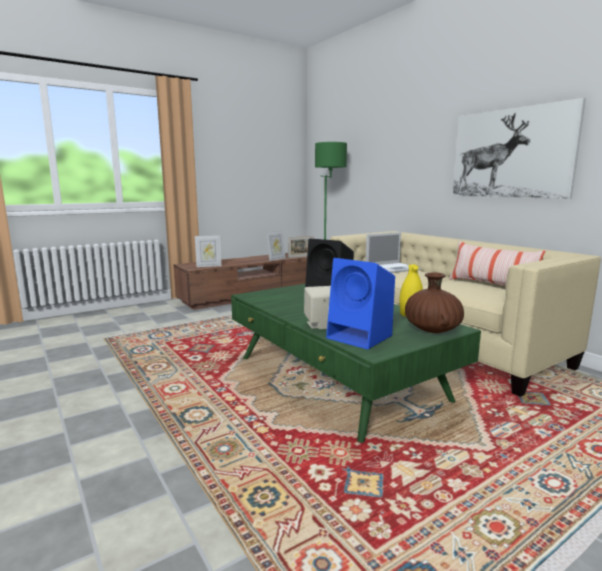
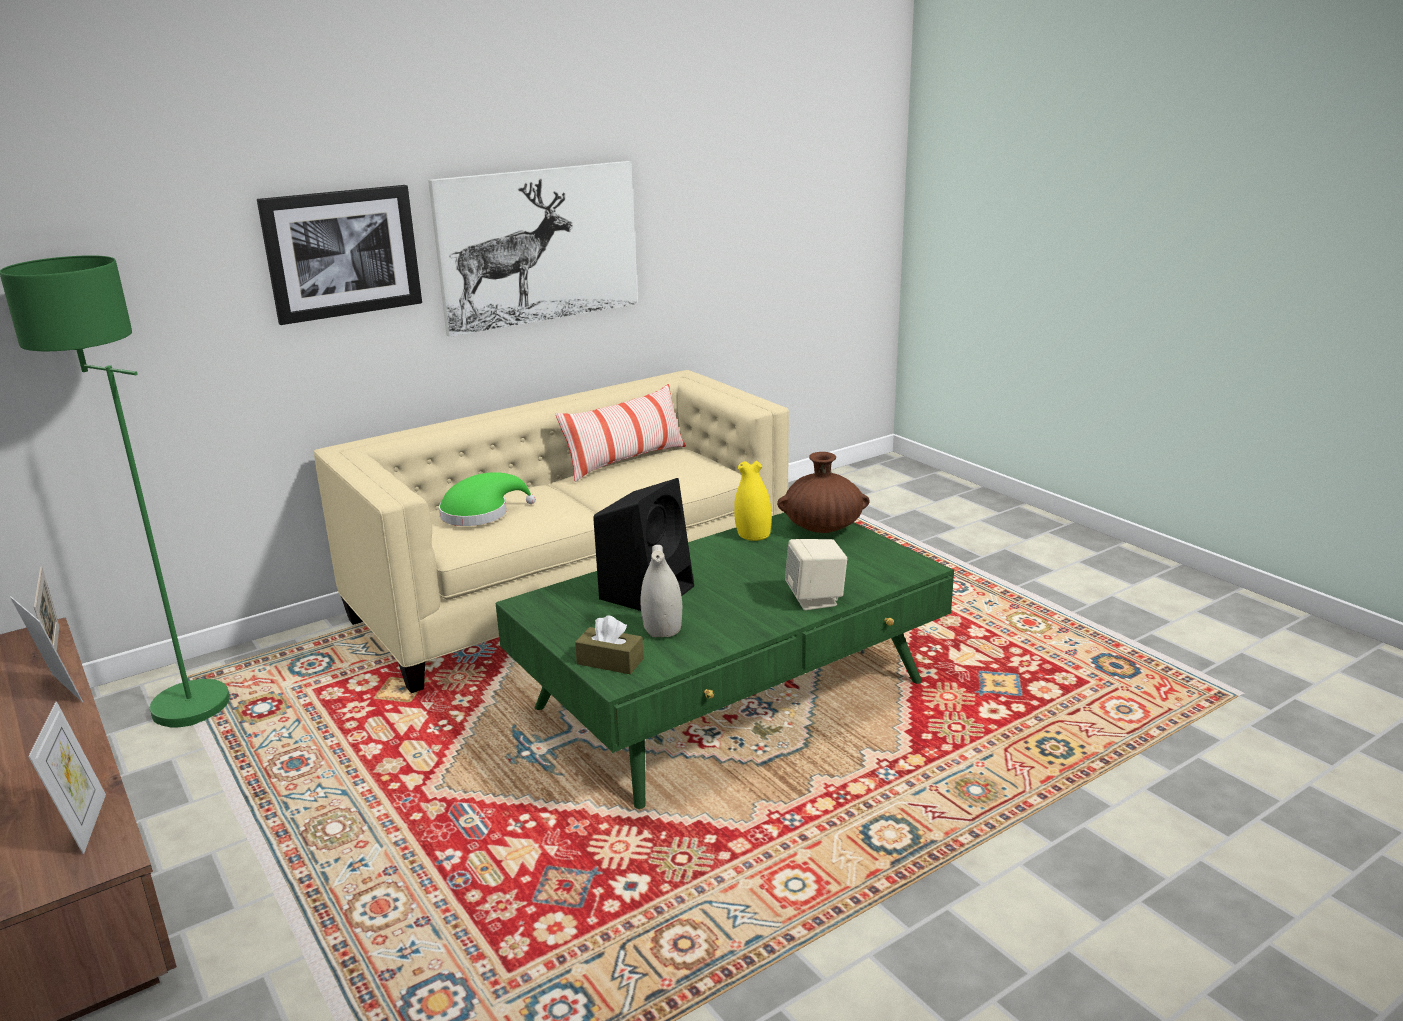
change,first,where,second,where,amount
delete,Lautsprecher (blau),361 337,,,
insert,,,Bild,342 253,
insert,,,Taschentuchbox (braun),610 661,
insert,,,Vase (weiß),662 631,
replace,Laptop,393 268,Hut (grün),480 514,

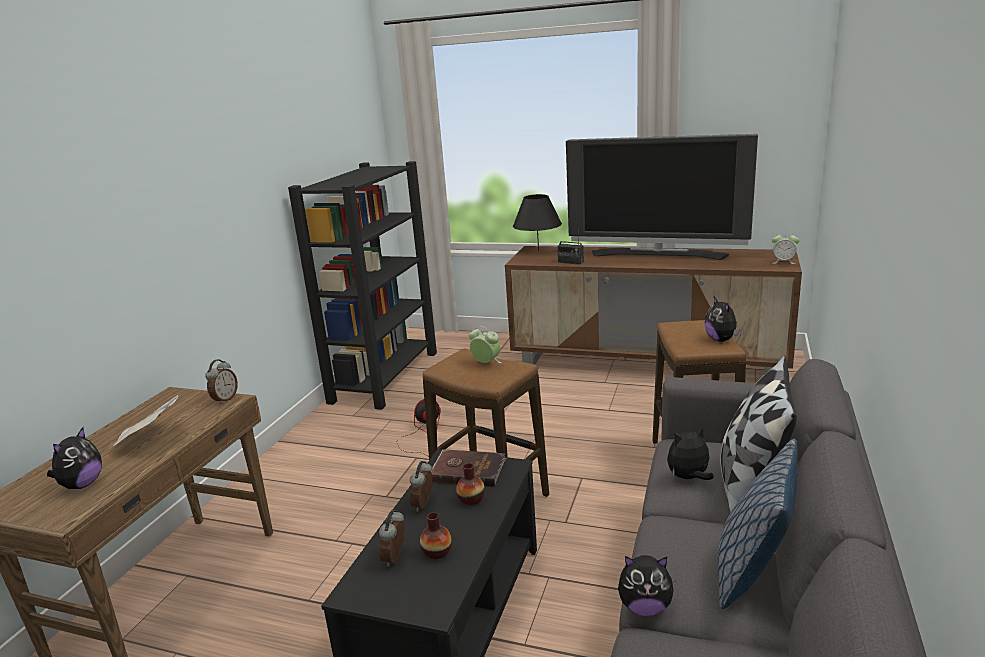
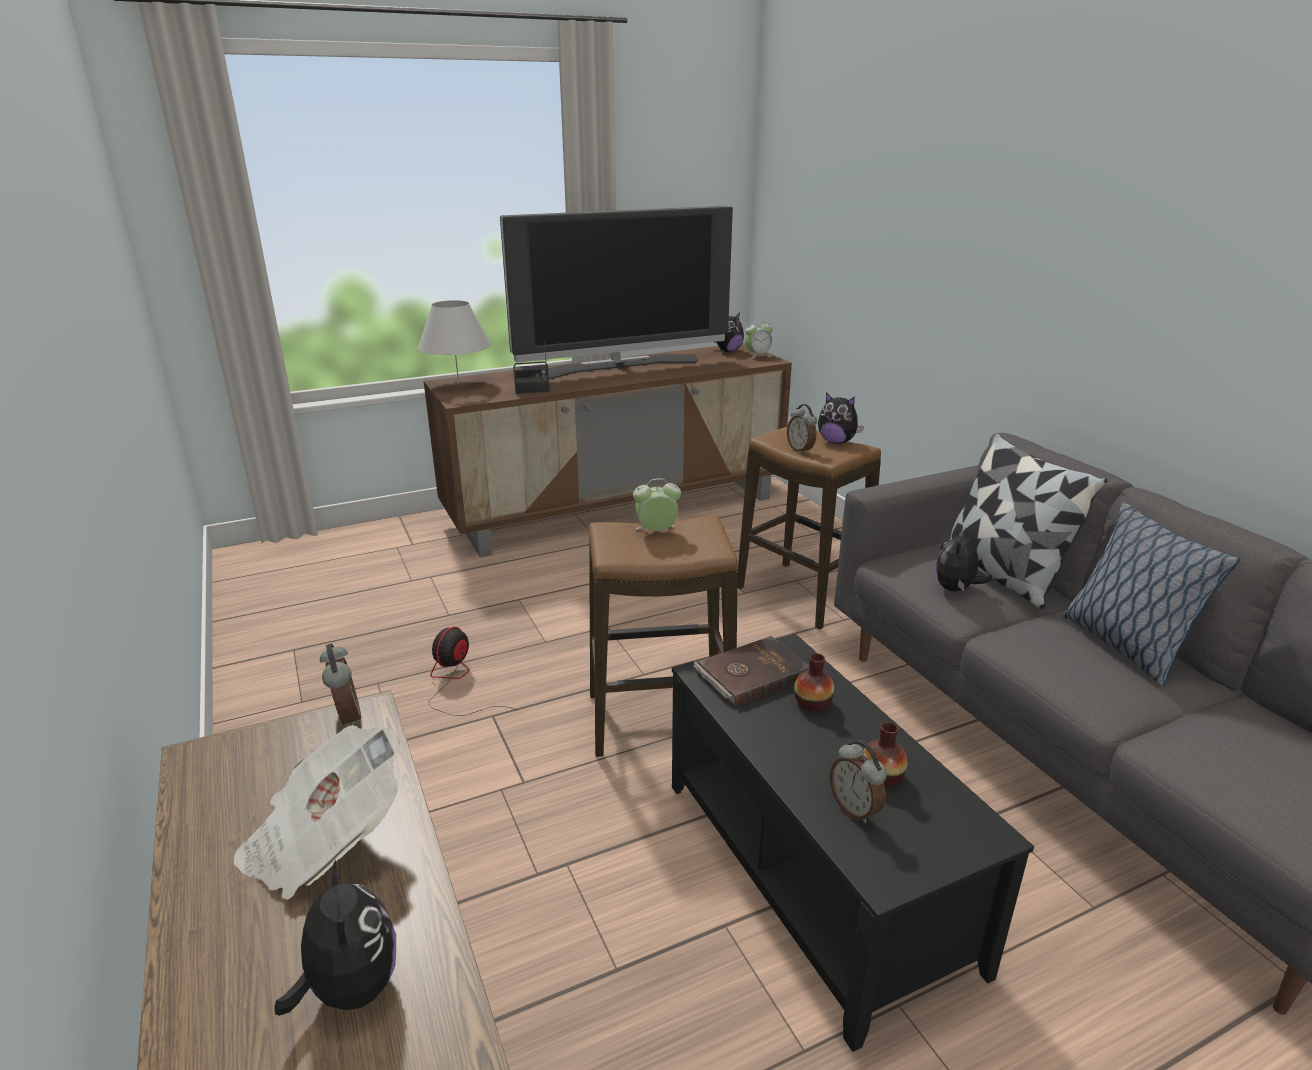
change,first,where,second,where,amount
delete,Bücherregal (schwarz),385 377,,,
move,Wecker,424 505,,801 450,
move,Plüschtier,645 607,,728 351,
recolor,Tischlampe (schwarz),538 251,Tischlampe (weiß),458 384,

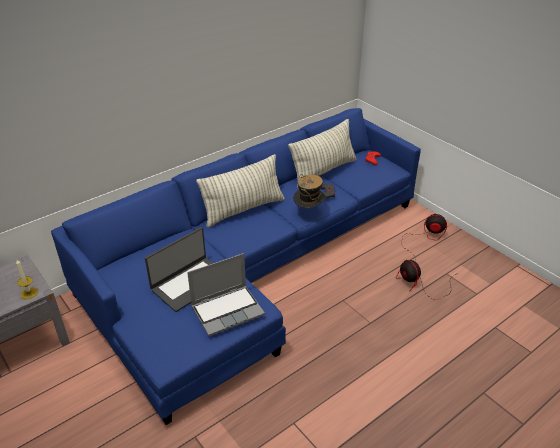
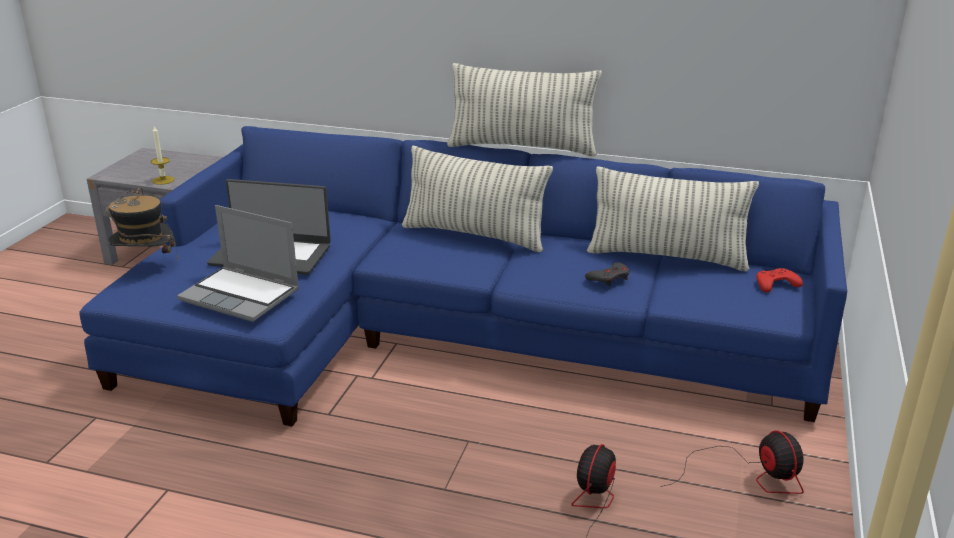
change,first,where,second,where,amount
insert,,,Kissen,522 148,
move,Hut,309 212,,146 265,

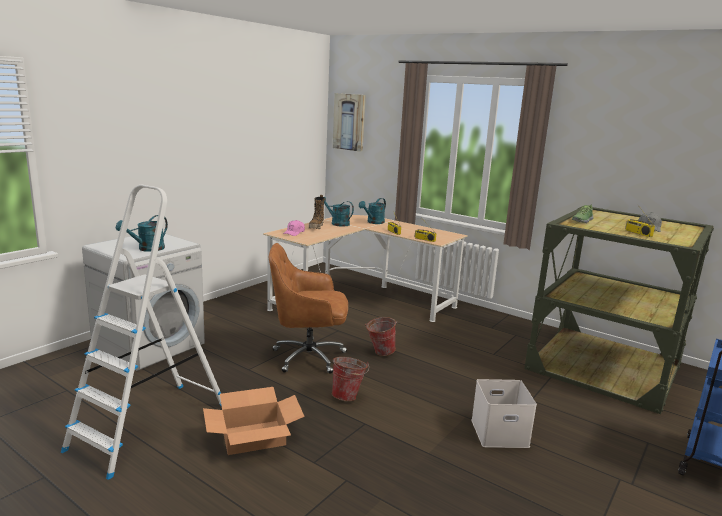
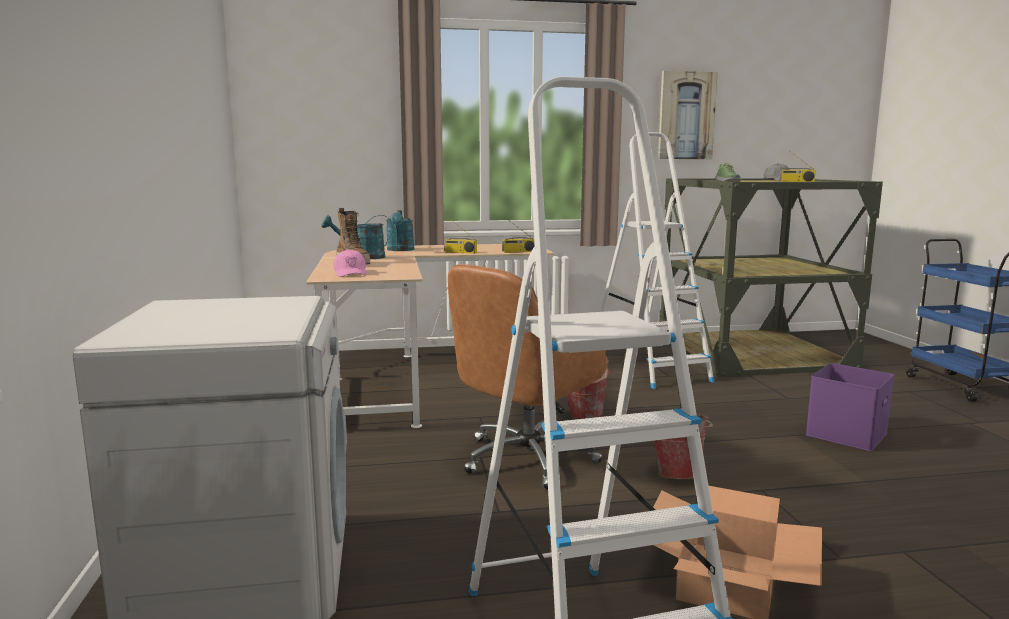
change,first,where,second,where,amount
delete,Gießkanne (türkis),147 249,,,
insert,,,Trittleiter (weiß),648 365,
move,Bild,349 122,,686 116,
recolor,Aufbewahrungsbox (weiß),500 432,Aufbewahrungsbox (lila),845 433,

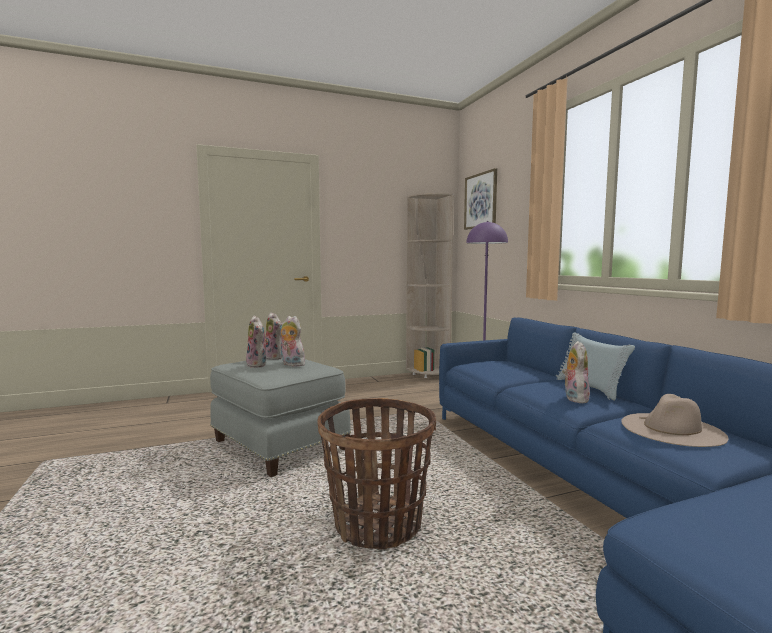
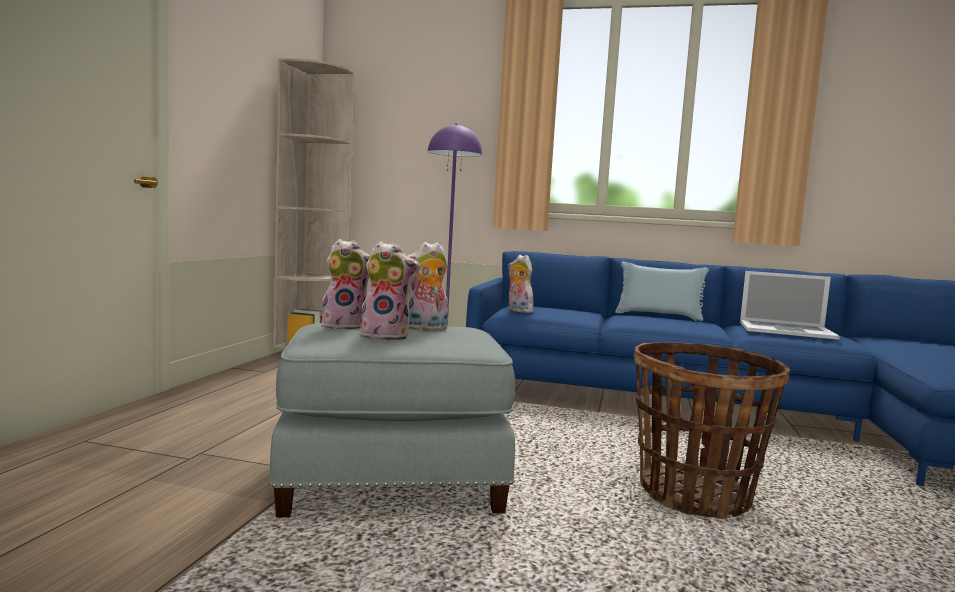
change,first,where,second,where,amount
delete,Bild,481 200,,,
move,Plüschtier,574 398,,517 310,
replace,Hut (beige),672 429,Laptop,786 330,

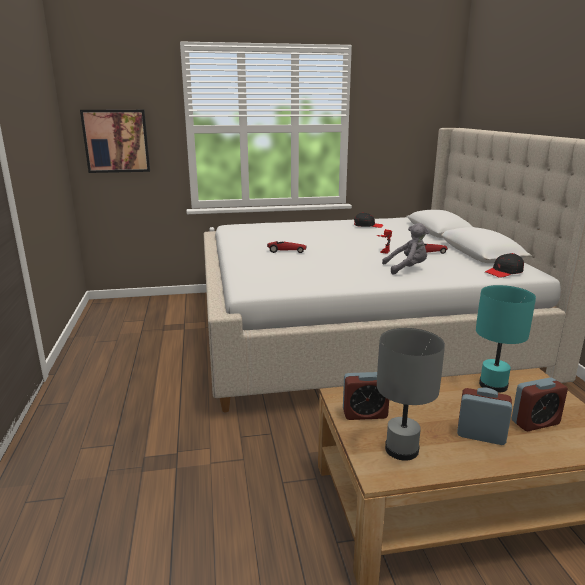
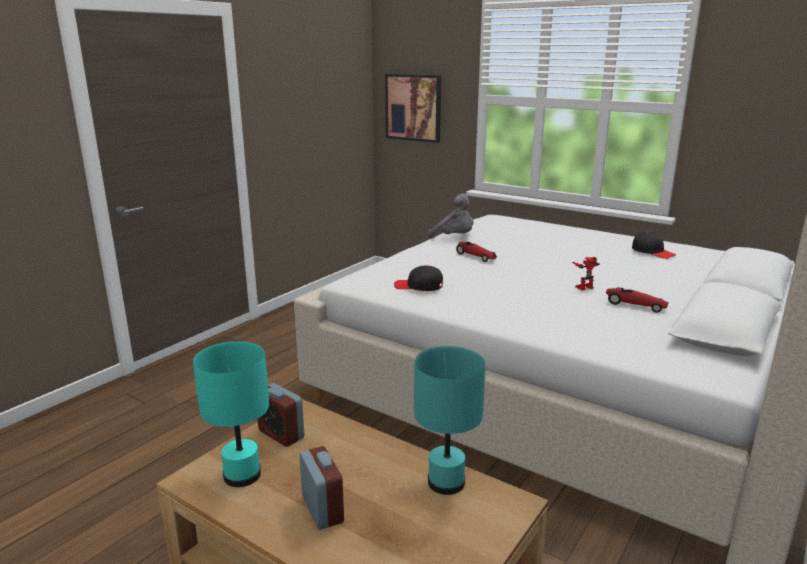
change,first,where,second,where,amount
delete,Wecker,535 422,,,
move,Plüschtier (grau),407 269,,454 237,
move,Kappe (schwarz),504 272,,419 286,
recolor,Tischlampe (grau),402 449,Tischlampe (türkis),243 475,

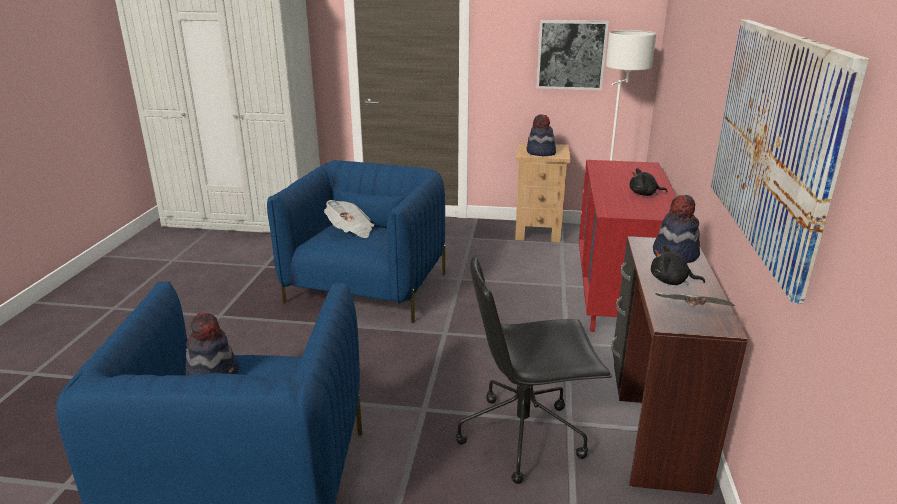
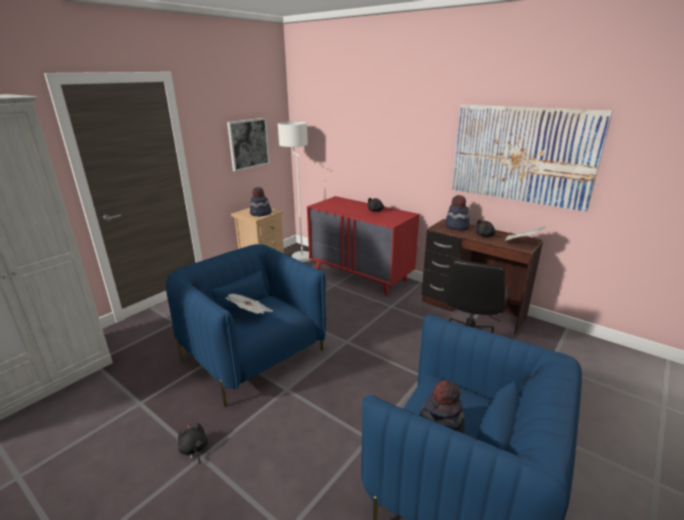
change,first,where,second,where,amount
insert,,,Plüschtier (schwarz),194 449,

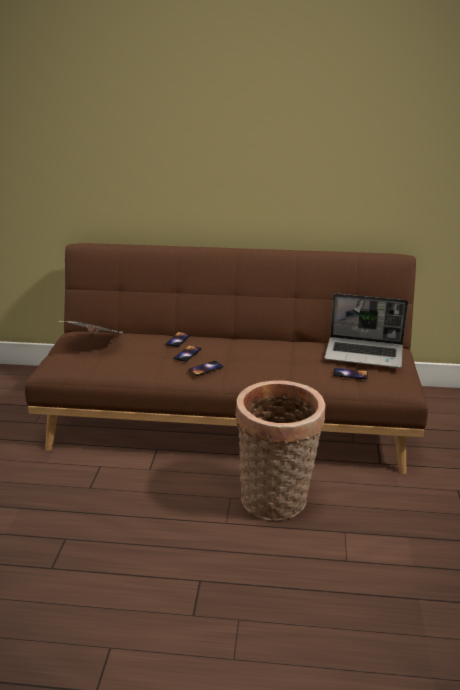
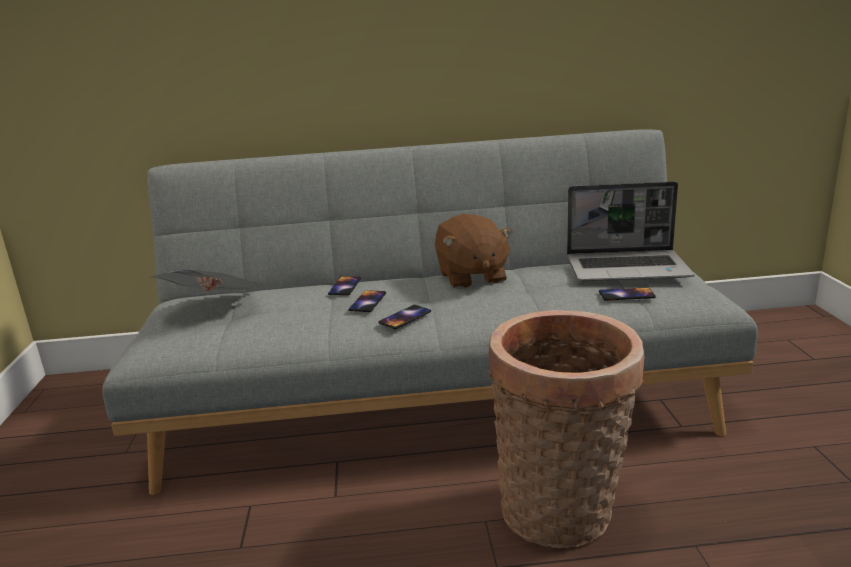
change,first,where,second,where,amount
insert,,,Plüschtier (braun),471 277,
recolor,Sofa (braun),230 416,Sofa (grau),432 395,

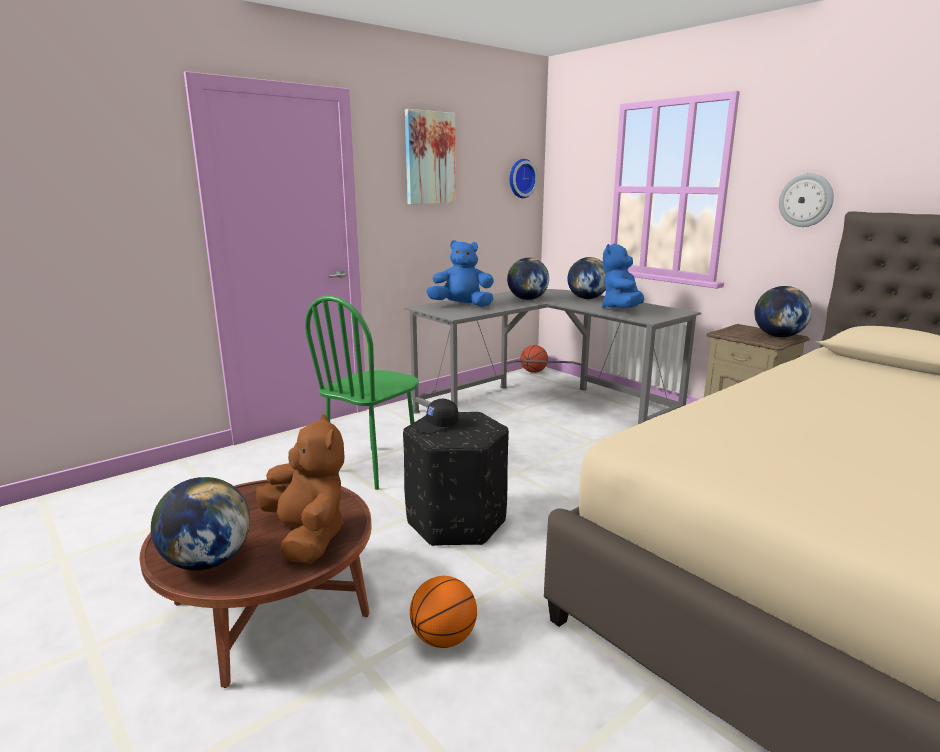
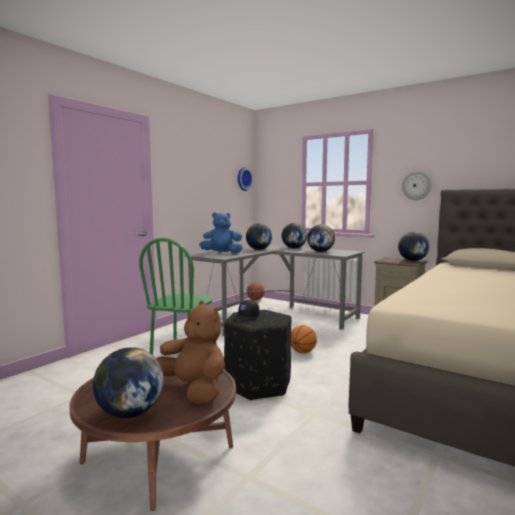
change,first,where,second,where,amount
delete,Bild,429 158,,,
move,Basketball,443 638,,302 352,
replace,Plüschtier (blau),622 309,Globus,320 251,

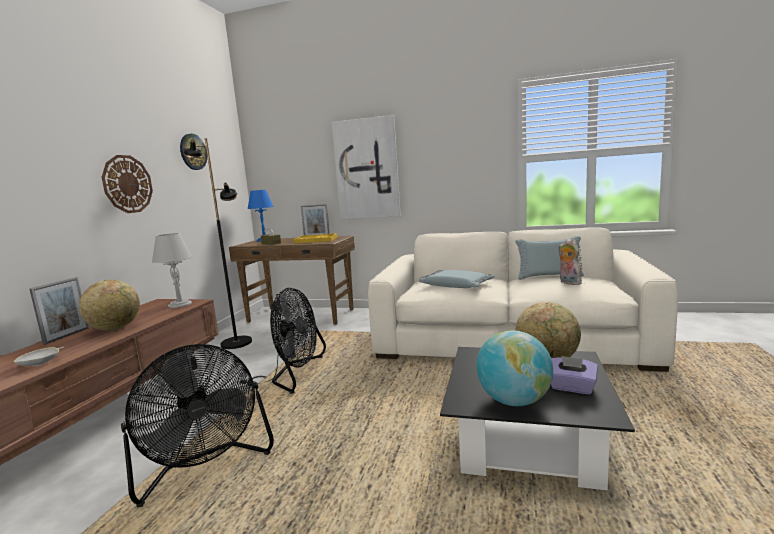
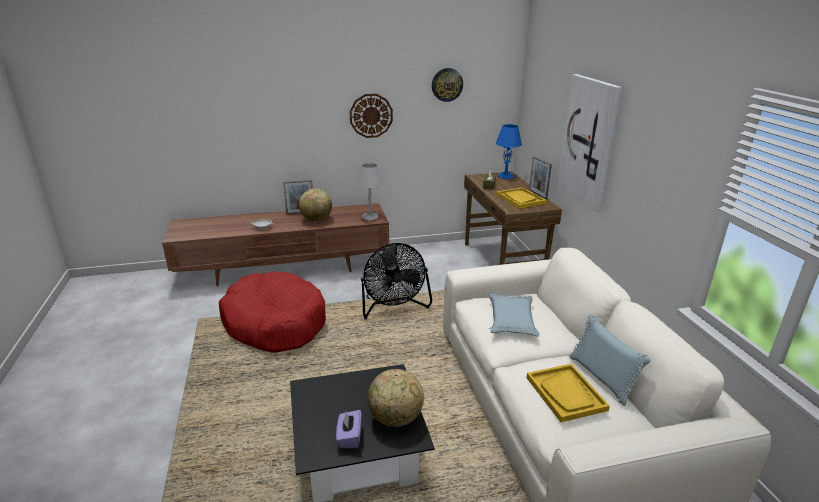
change,first,where,second,where,amount
delete,Stehlampe (schwarz),236 343,,,
delete,Globus,514 401,,,
replace,Ventilator (schwarz),199 467,Hundebett (rot),275 323,
replace,Plüschtier,568 282,Tablett (gelb),566 393,

